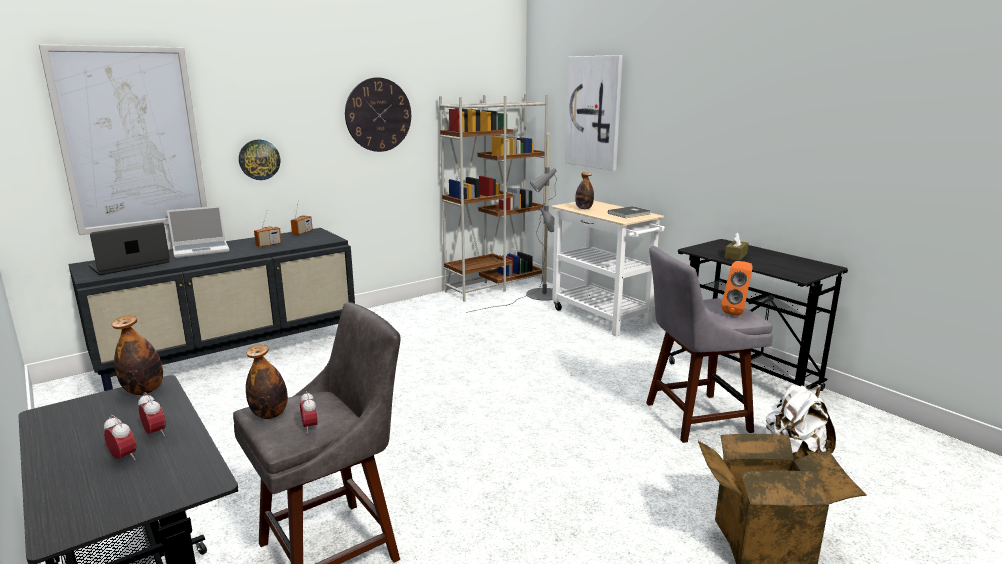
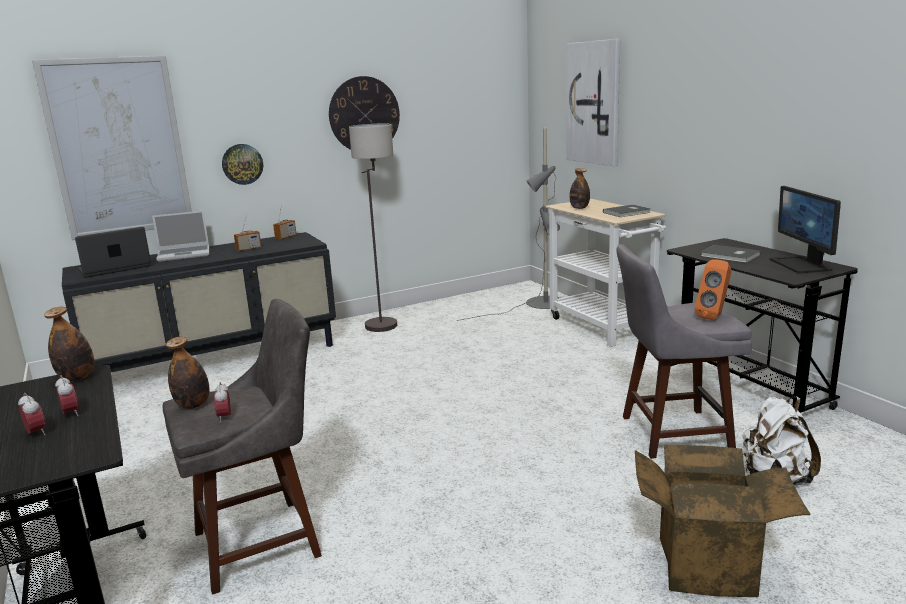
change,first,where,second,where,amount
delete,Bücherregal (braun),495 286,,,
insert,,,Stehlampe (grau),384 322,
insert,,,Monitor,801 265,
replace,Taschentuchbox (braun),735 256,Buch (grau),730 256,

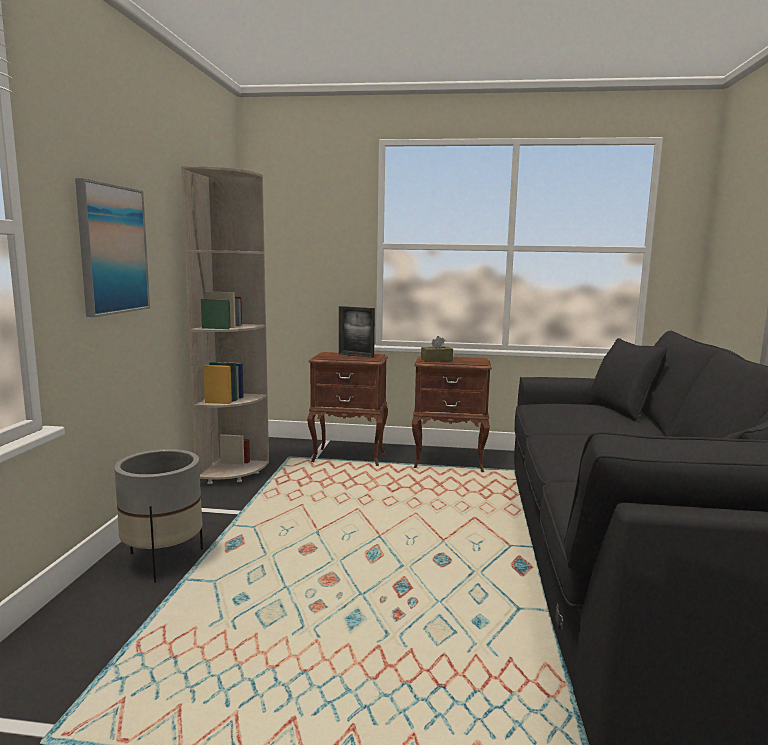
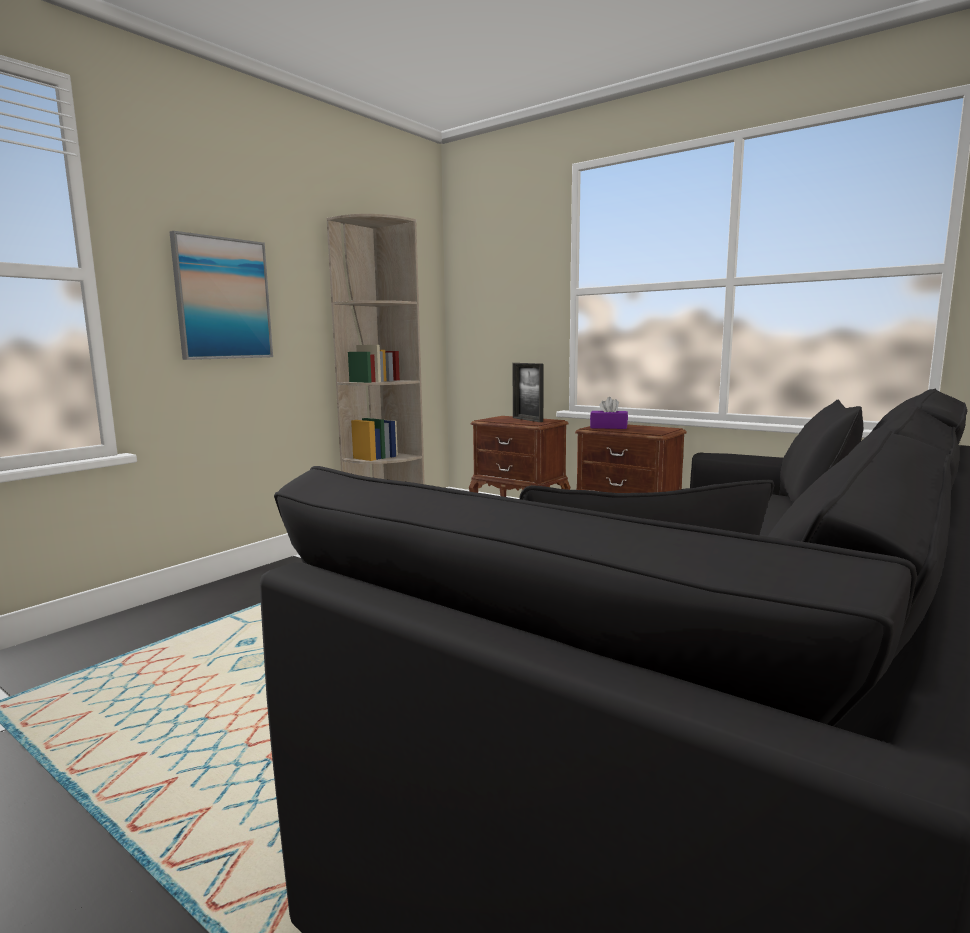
change,first,where,second,where,amount
delete,Pflanzkübel (grau),163 560,,,
recolor,Taschentuchbox (braun),436 360,Taschentuchbox (lila),608 427,

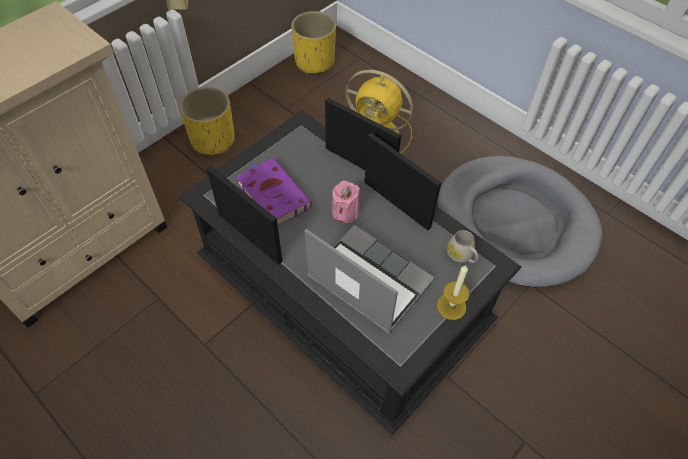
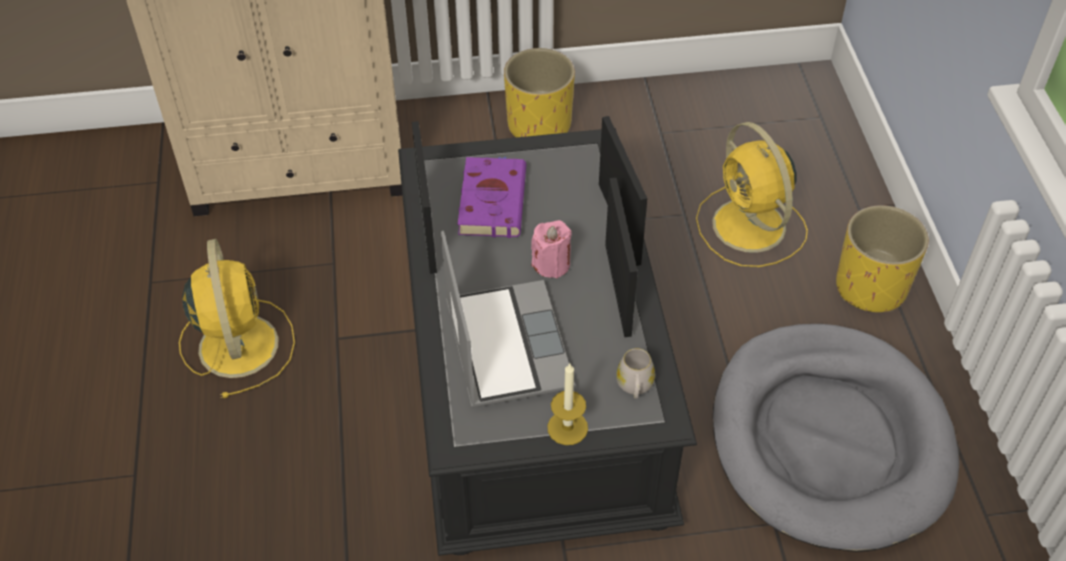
change,first,where,second,where,amount
insert,,,Ventilator (gelb),238 343,
move,Pflanzkübel (gelb),314 62,,870 287,

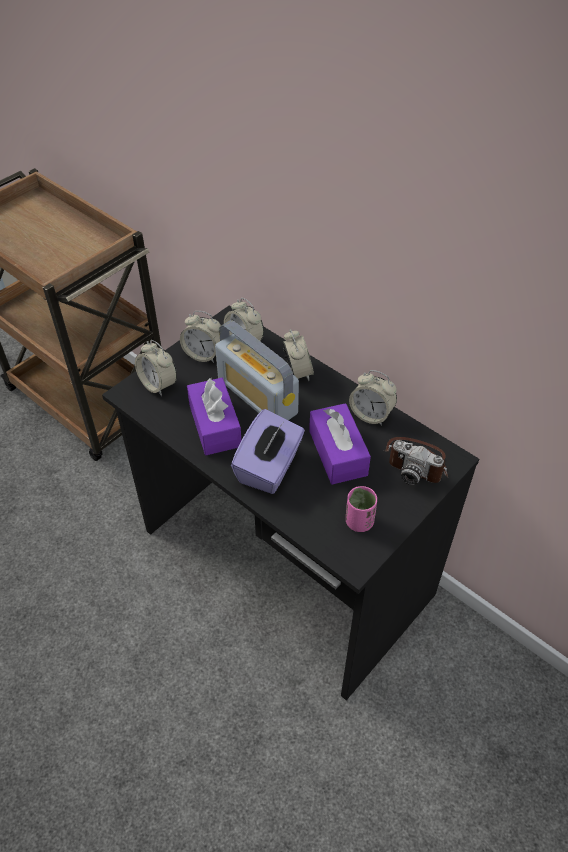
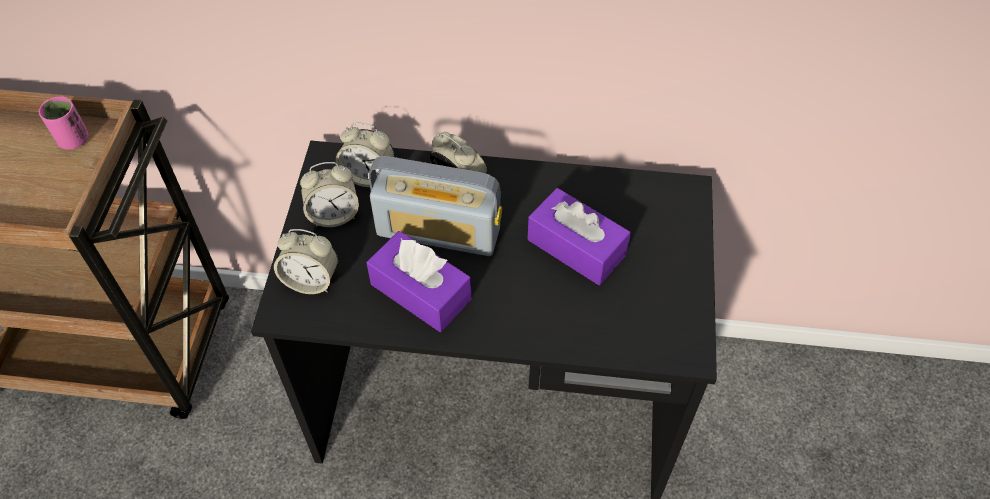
change,first,where,second,where,amount
delete,Taschentuchbox (lila),269 467,,,
delete,Wecker,371 414,,,
delete,Kamera,417 462,,,
move,Tasse (rosa),359 521,,73 140,

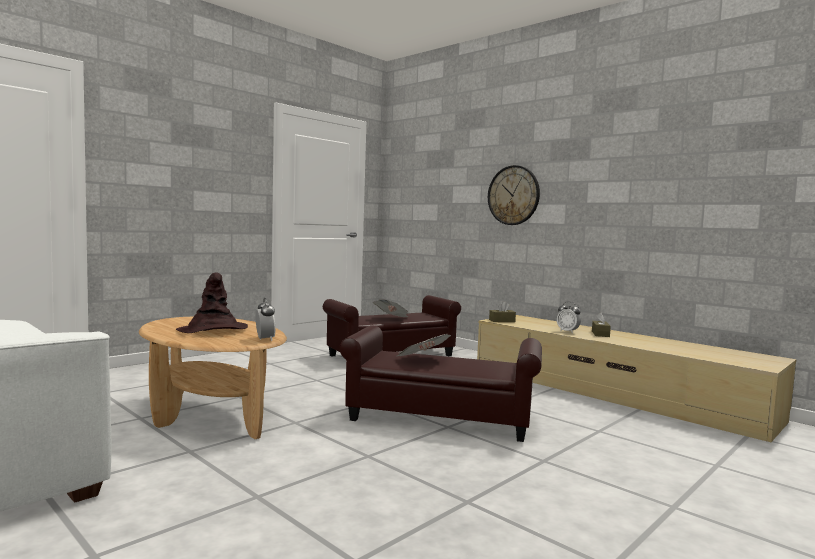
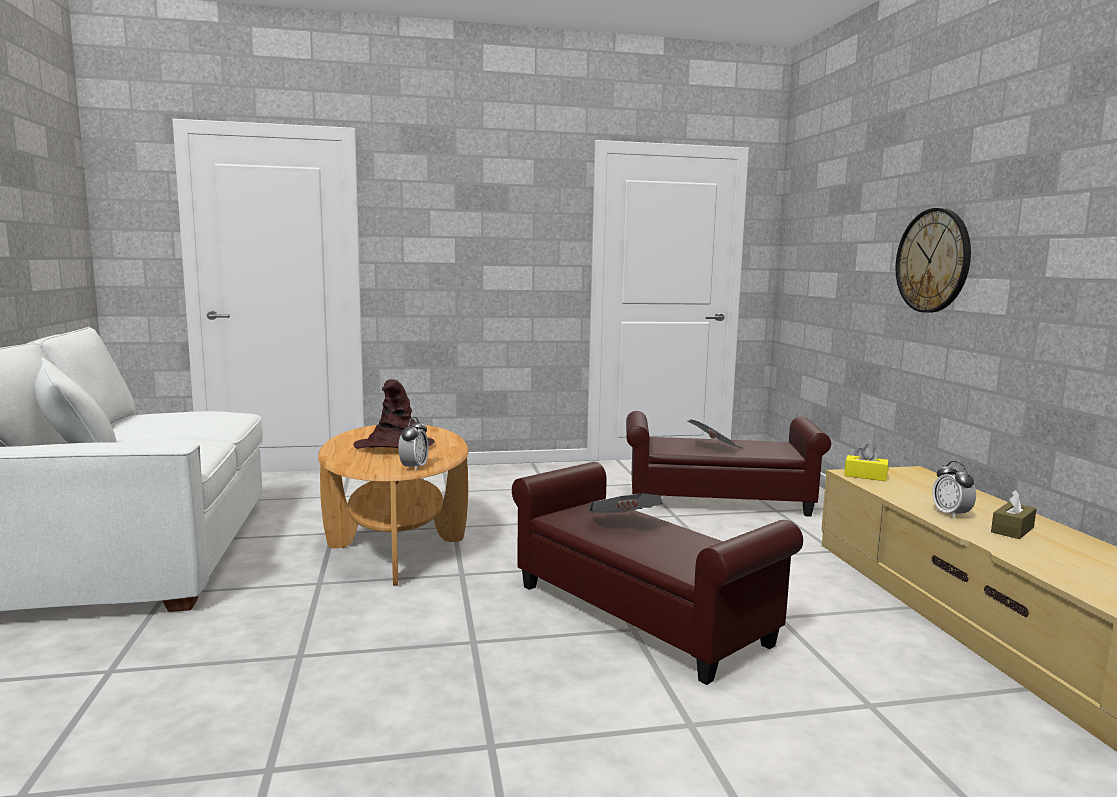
change,first,where,second,where,amount
recolor,Taschentuchbox (braun),502 321,Taschentuchbox (gelb),865 476,

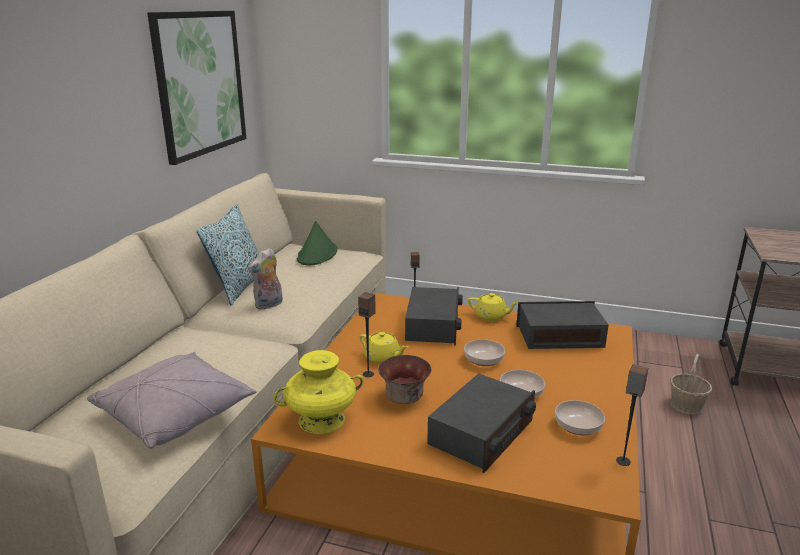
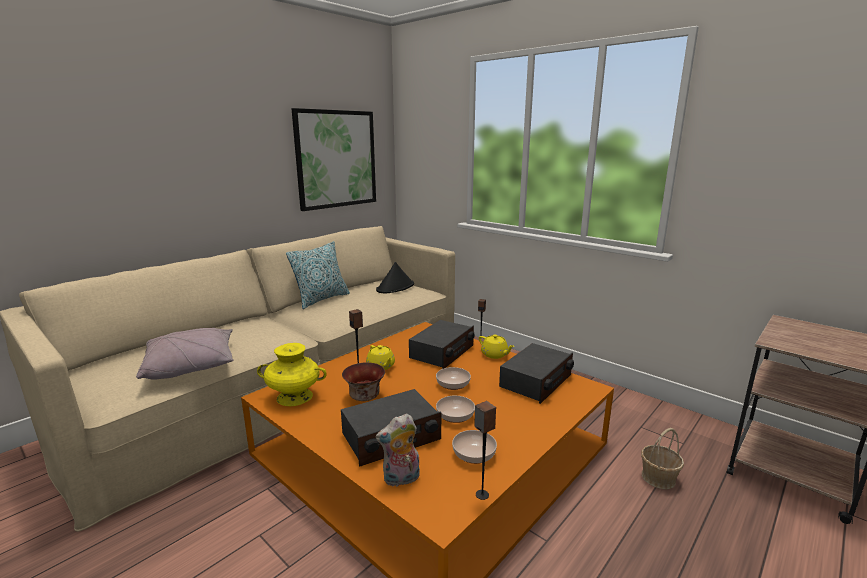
change,first,where,second,where,amount
move,Plüschtier,269 305,,401 479,
recolor,Hut (grün),317 255,Hut (schwarz),395 287,
rotate,Radio,559 336,,536 381,105 degrees clockwise

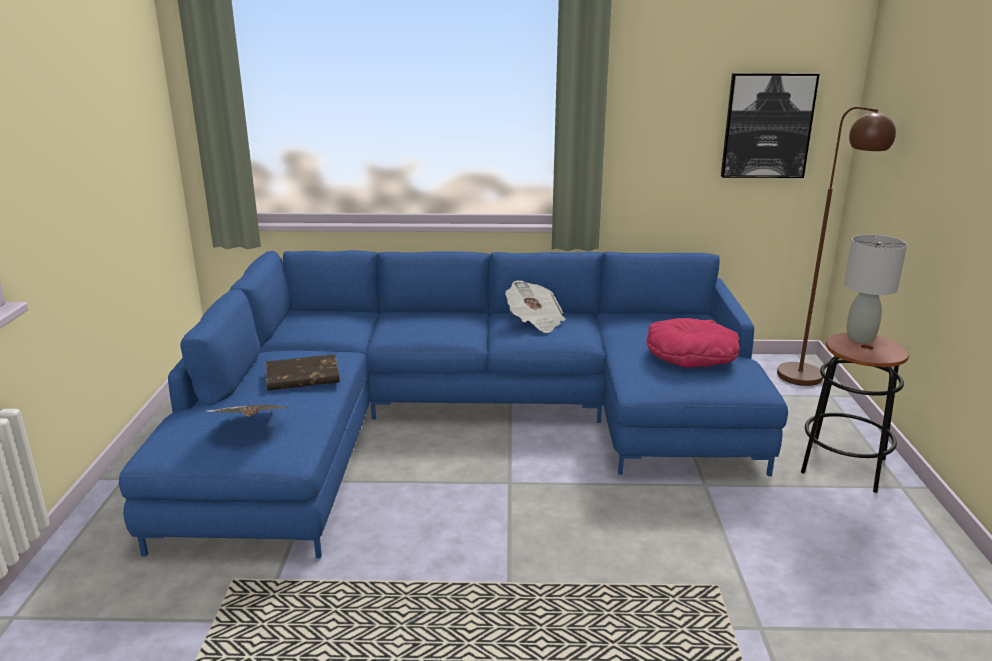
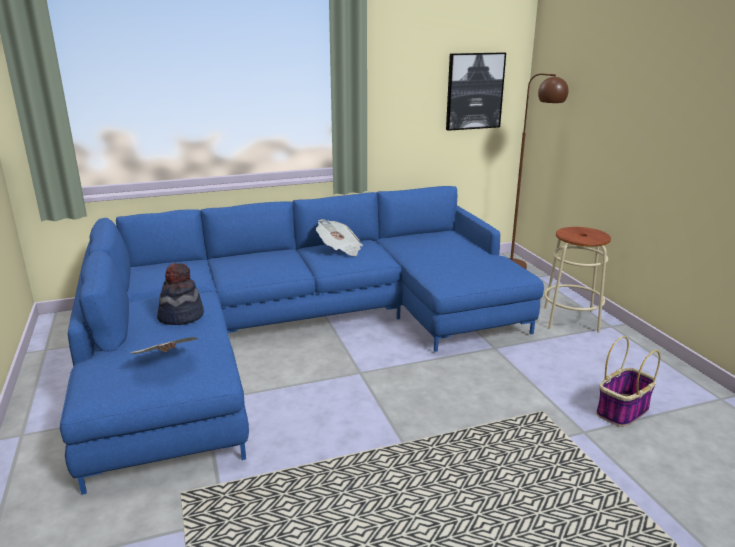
change,first,where,second,where,amount
delete,Kissen (rosa),690 355,,,
delete,Tischlampe (grau),860 338,,,
insert,,,Korb,622 411,
replace,Buch (braun),302 377,Hut,181 316,
recolor,Hocker (schwarz),843 465,Hocker (beige),570 319,

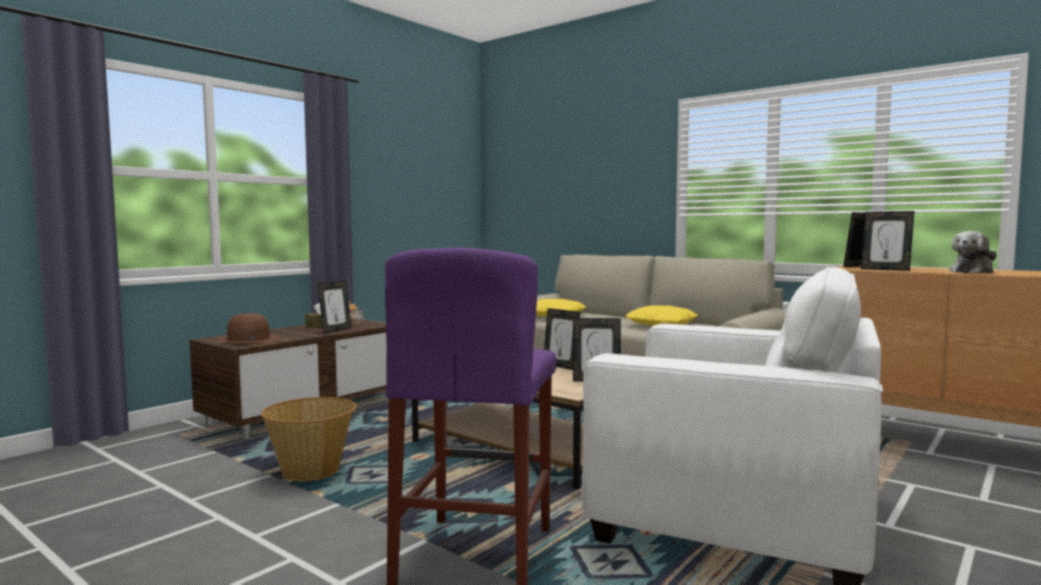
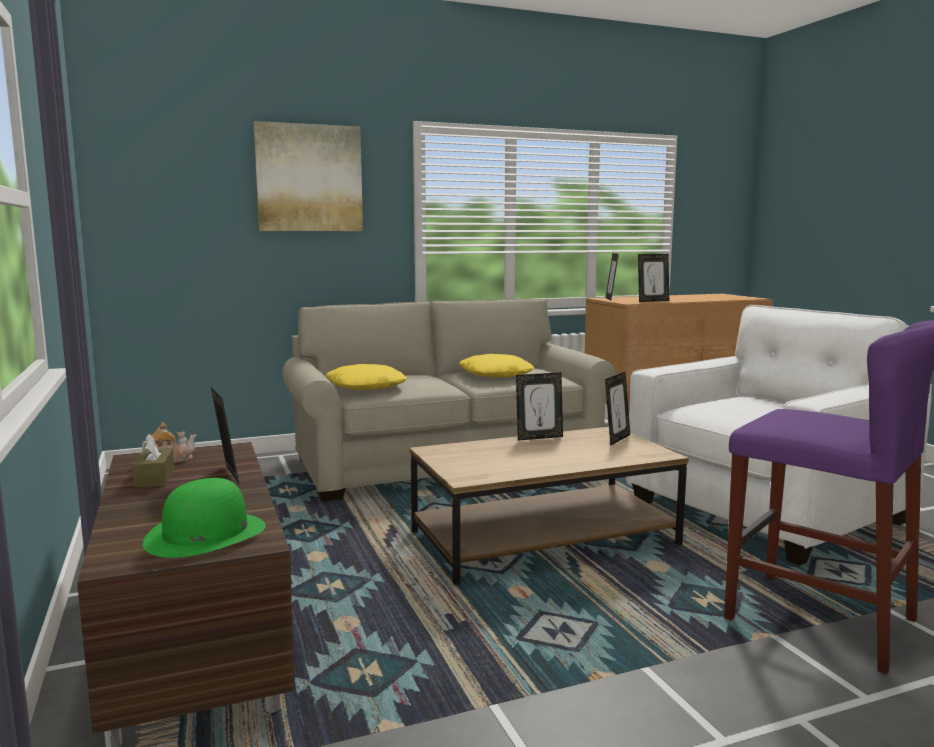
change,first,where,second,where,amount
delete,Korb,311 471,,,
delete,Plüschtier,972 272,,,
insert,,,Bild,309 178,
recolor,Hut (braun),248 340,Hut (grün),205 534,

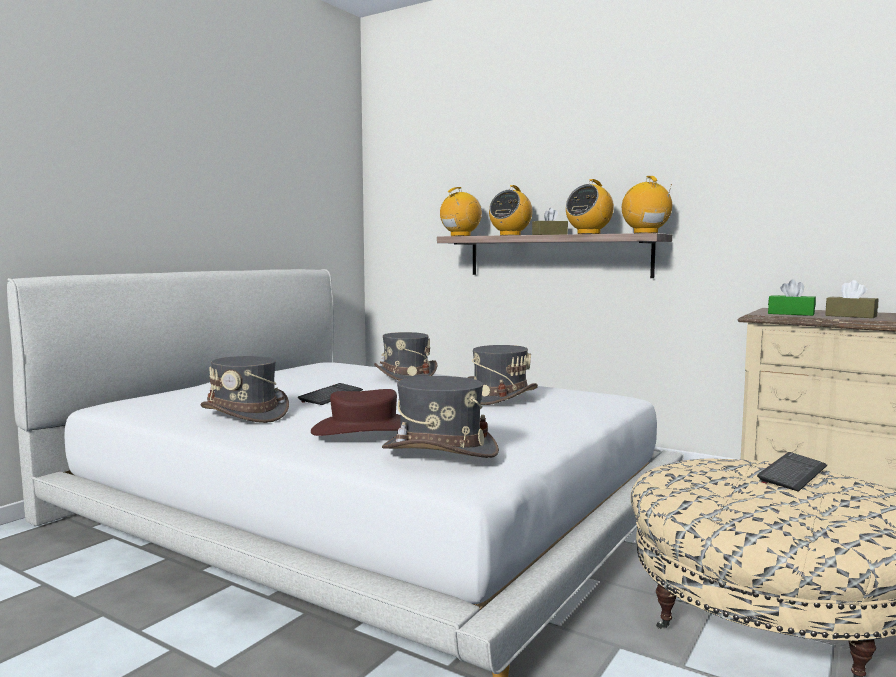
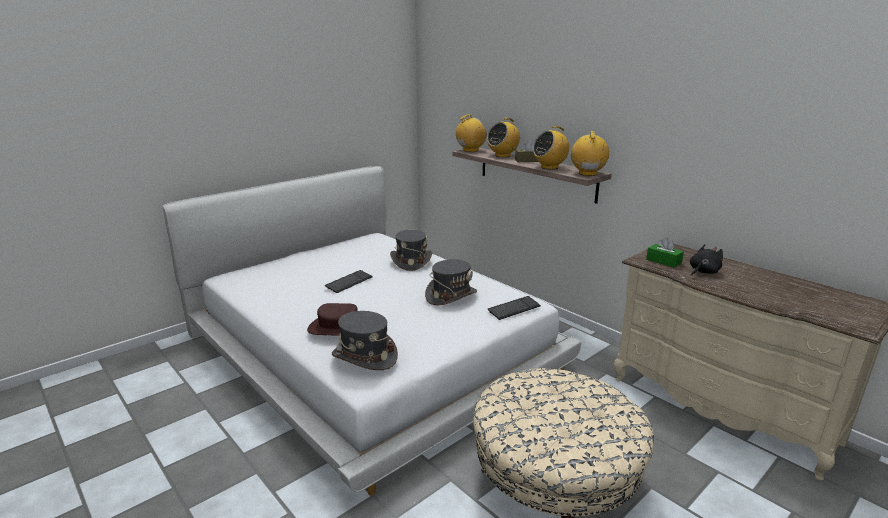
change,first,where,second,where,amount
delete,Hut (grau),246 414,,,
move,Tastatur,793 473,,514 309,
replace,Taschentuchbox (braun),851 316,Plüschtier (schwarz),703 272,

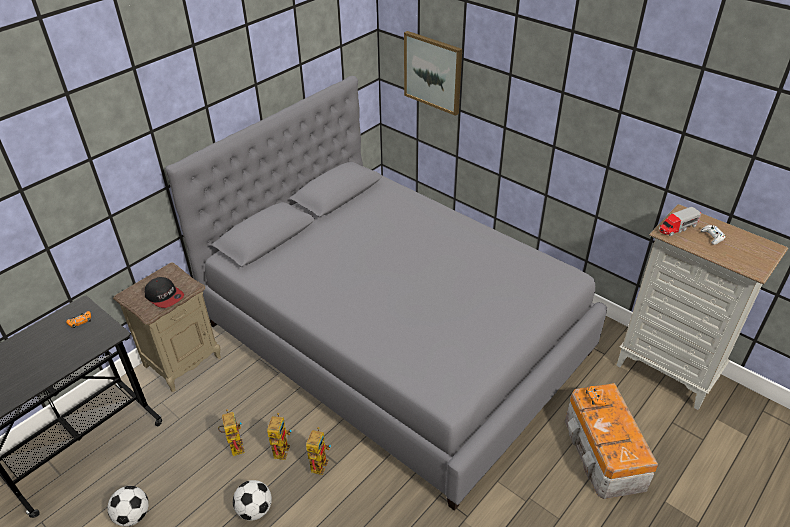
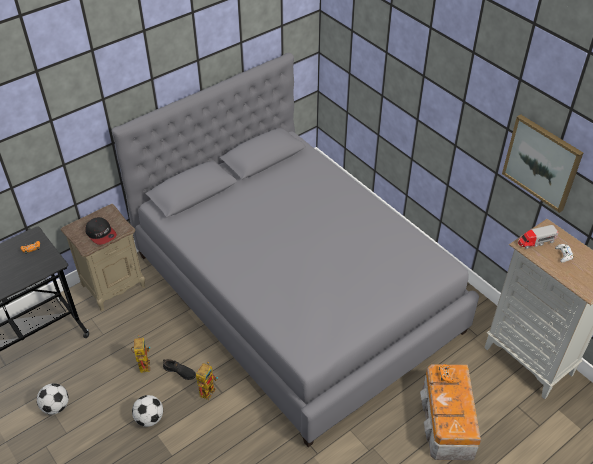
change,first,where,second,where,amount
move,Bild,433 72,,542 162,
replace,Spielzeugroboter,281 447,Schuh (schwarz),179 372,

